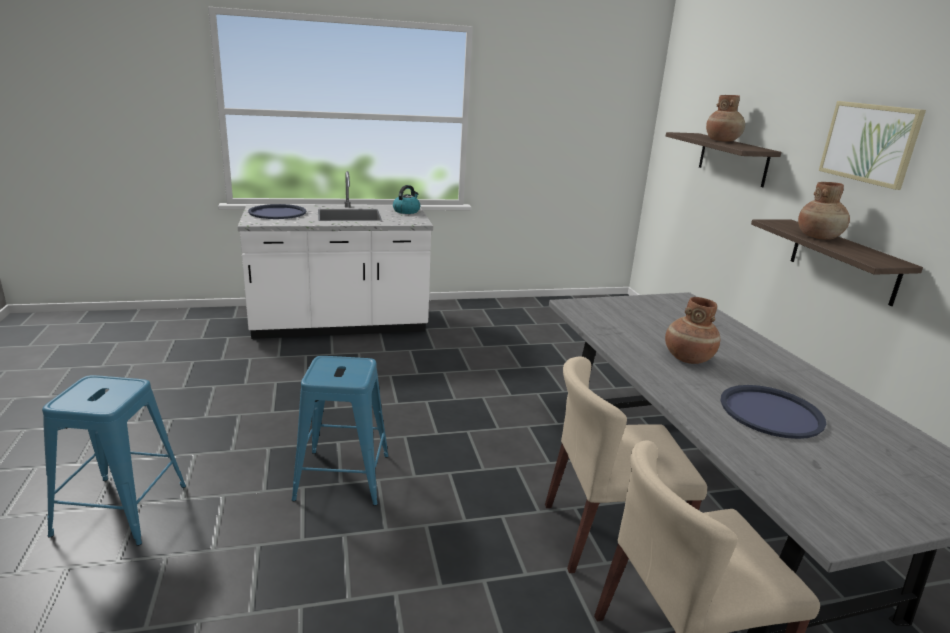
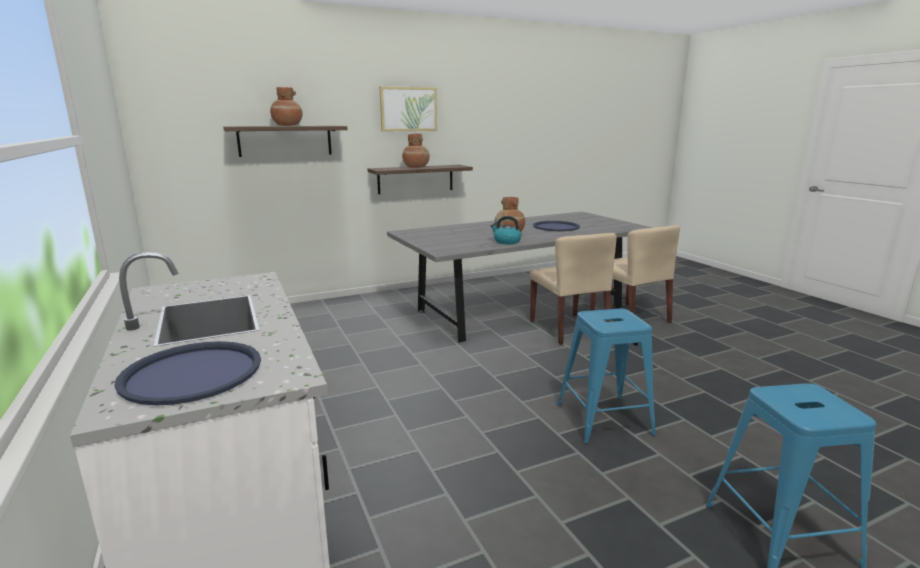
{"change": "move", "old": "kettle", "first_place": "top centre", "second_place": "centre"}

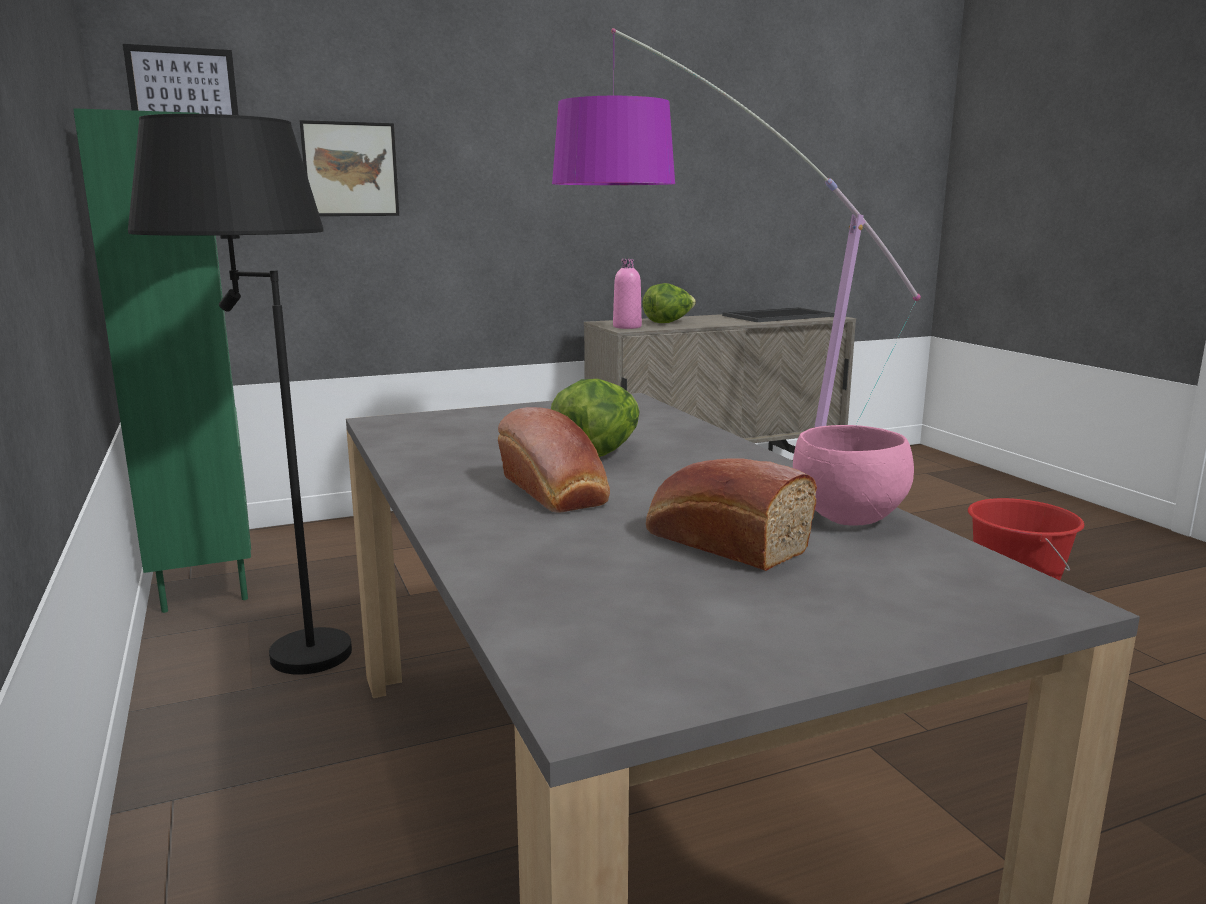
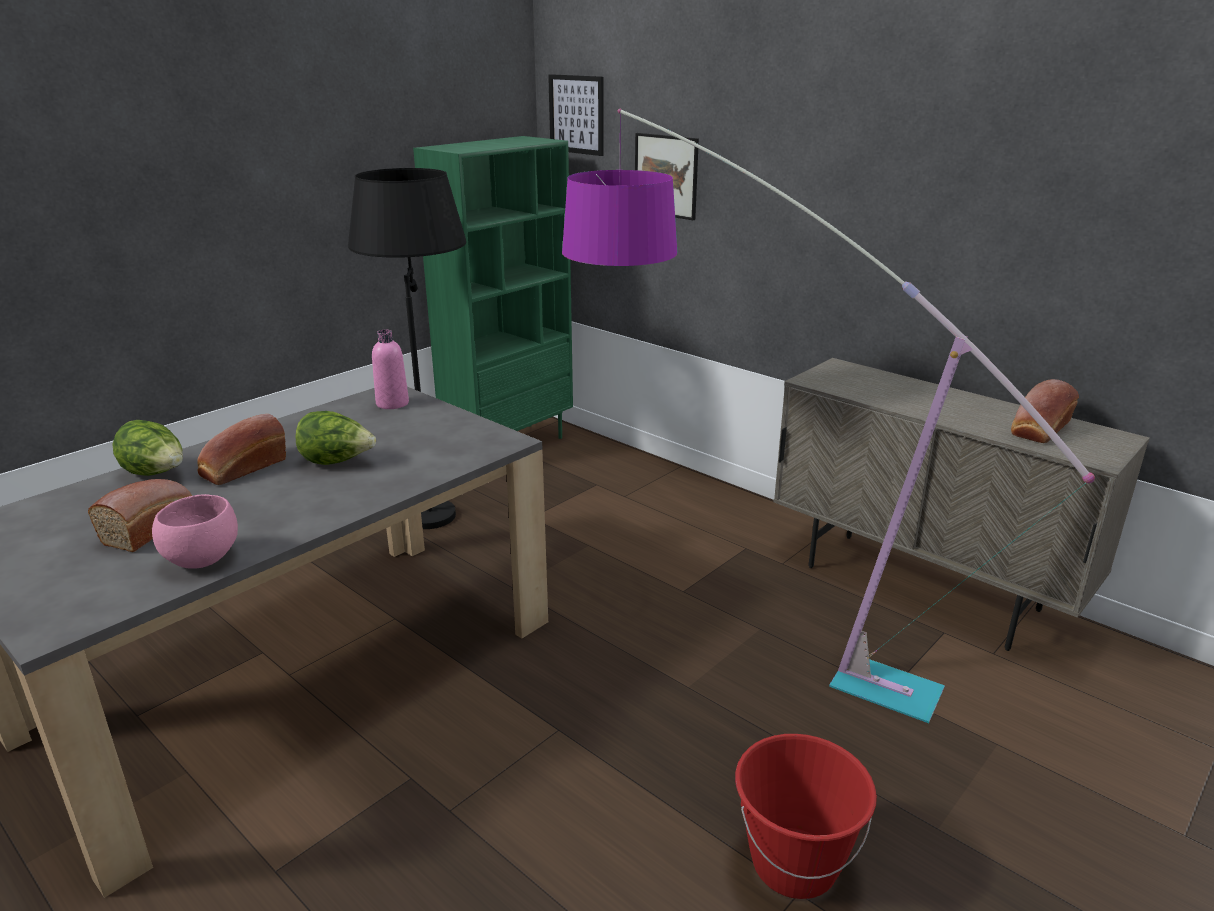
{"change": "move", "old": "bottle/pink", "first_place": "top centre", "second_place": "middle left"}
{"change": "move", "old": "lettuce (2nd from left in the first image)", "new": "lettuce (1st from left)", "first_place": "centre", "second_place": "middle left"}
{"change": "replace", "old": "tray", "new": "bread (3rd from left)", "first_place": "centre", "second_place": "middle right"}

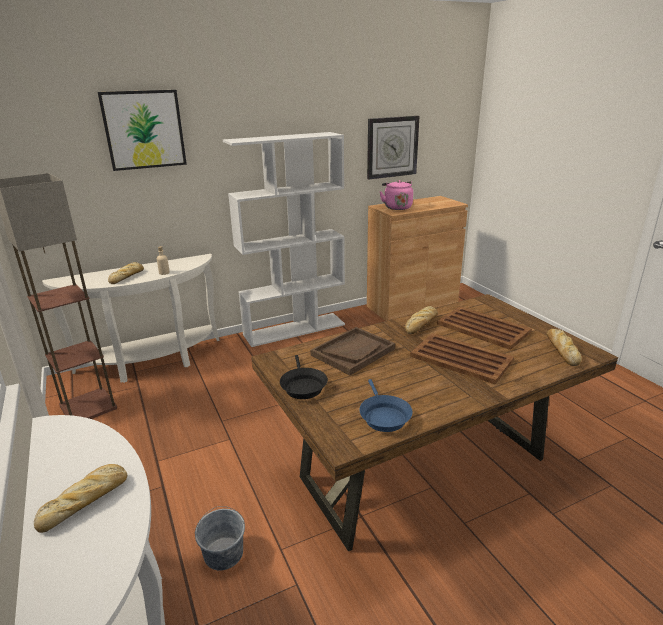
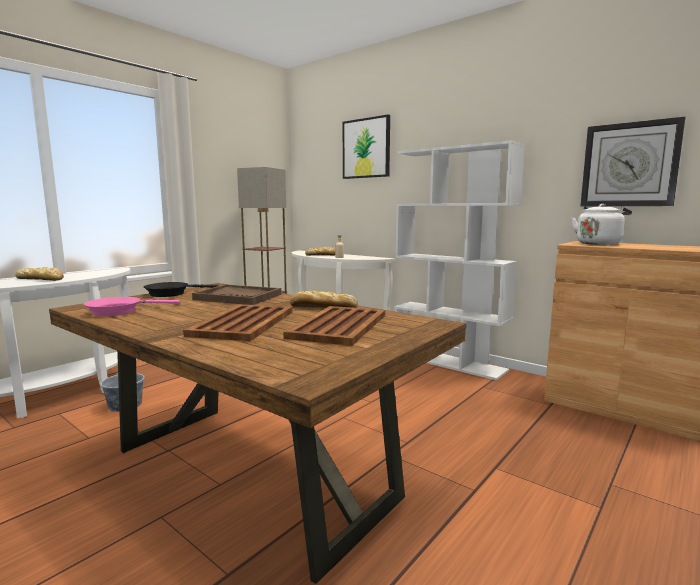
{"change": "recolor", "old": "frying pan/blue", "new": "frying pan/pink", "first_place": "centre", "second_place": "middle left"}
{"change": "recolor", "old": "kettle/pink", "new": "kettle/white", "first_place": "top centre", "second_place": "middle right"}
{"change": "delete", "old": "bread (4th from left)", "first_place": "middle right"}

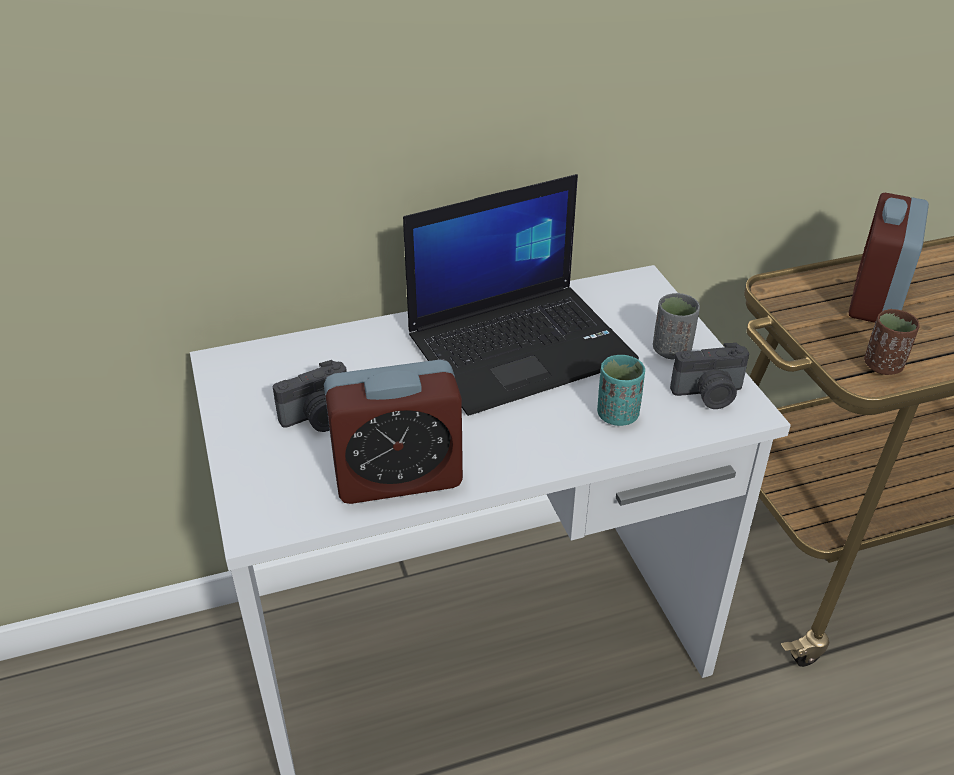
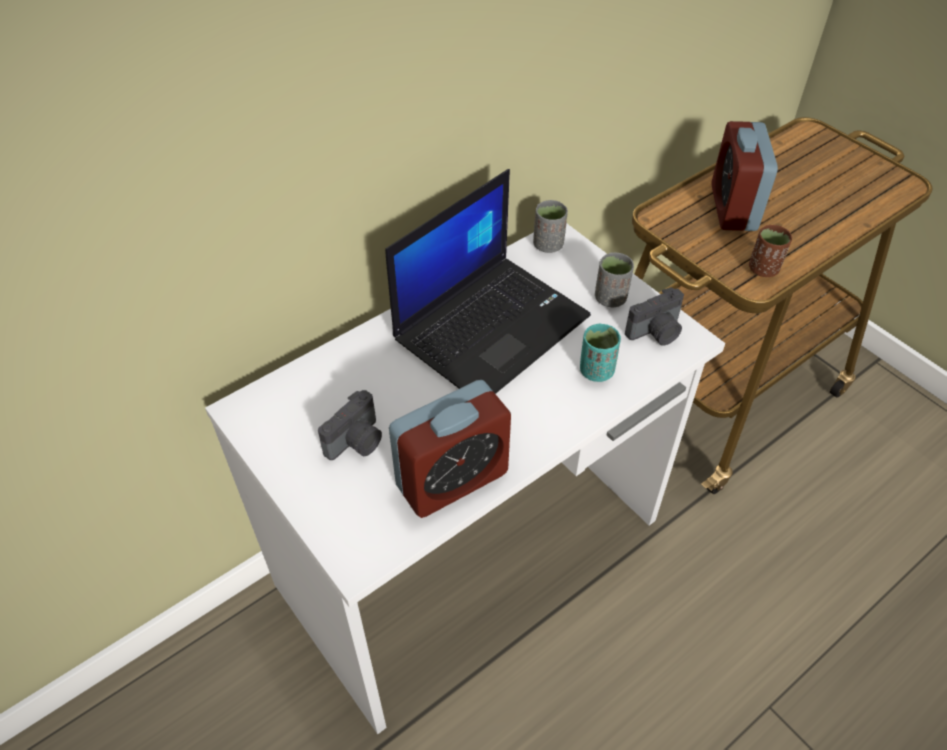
{"change": "insert", "new": "cup/grey (1st from left)", "second_place": "top centre"}

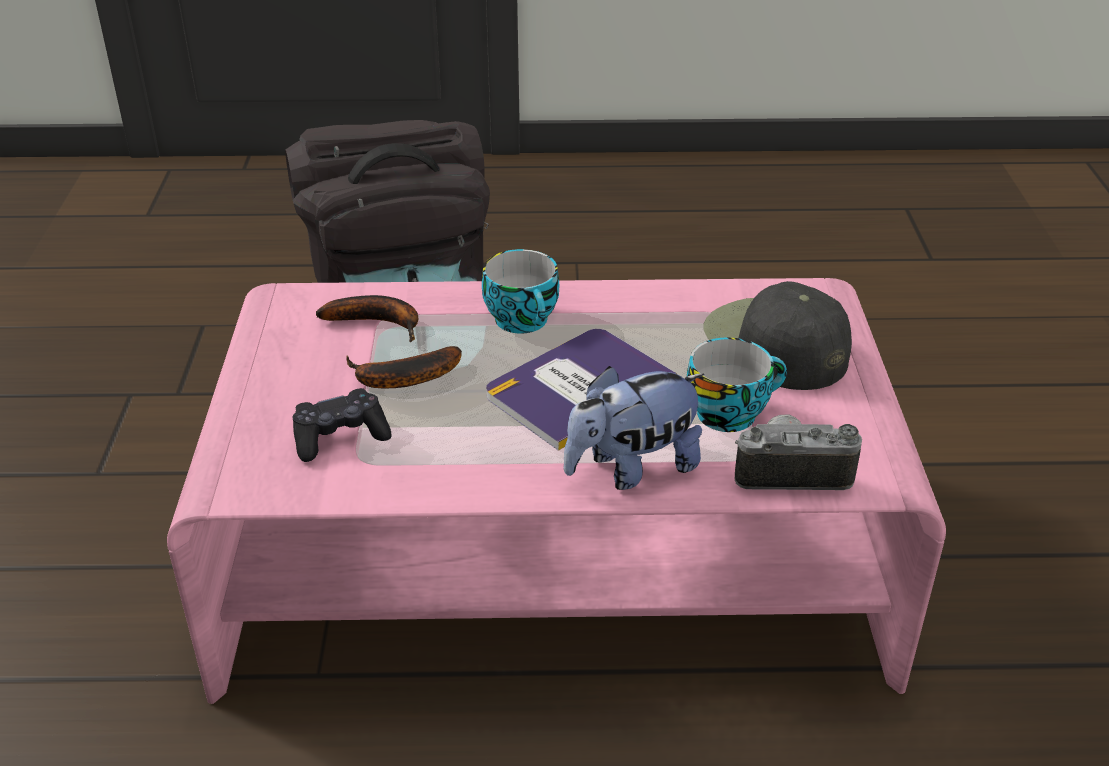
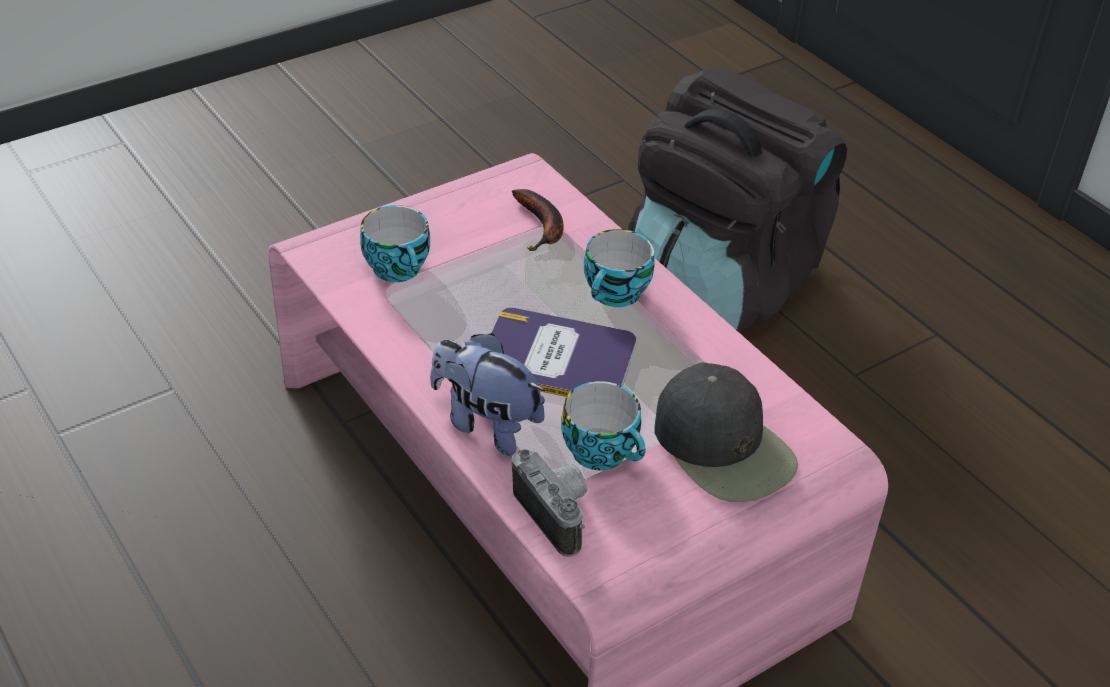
{"change": "replace", "old": "game controller/black", "new": "cup (1st from left)", "first_place": "middle left", "second_place": "centre"}
{"change": "delete", "old": "banana (2nd from left)", "first_place": "centre"}
{"change": "rotate", "old": "cap/black", "first_place": "middle right", "second_place": "centre", "degrees": 120}

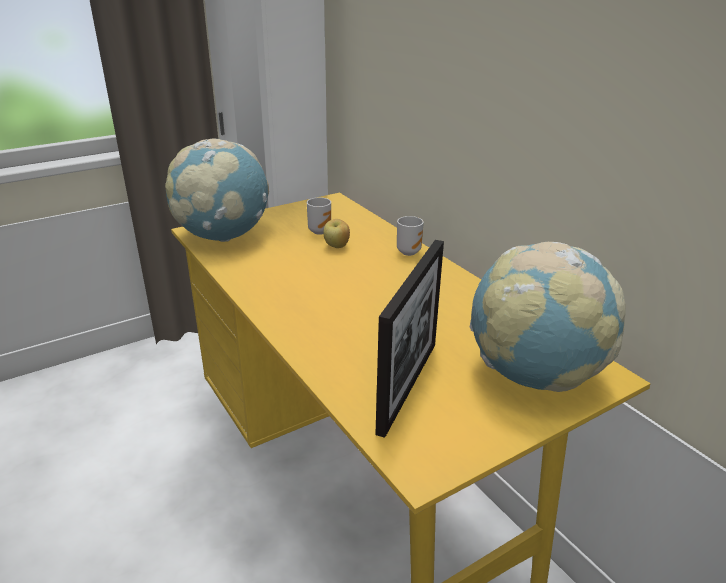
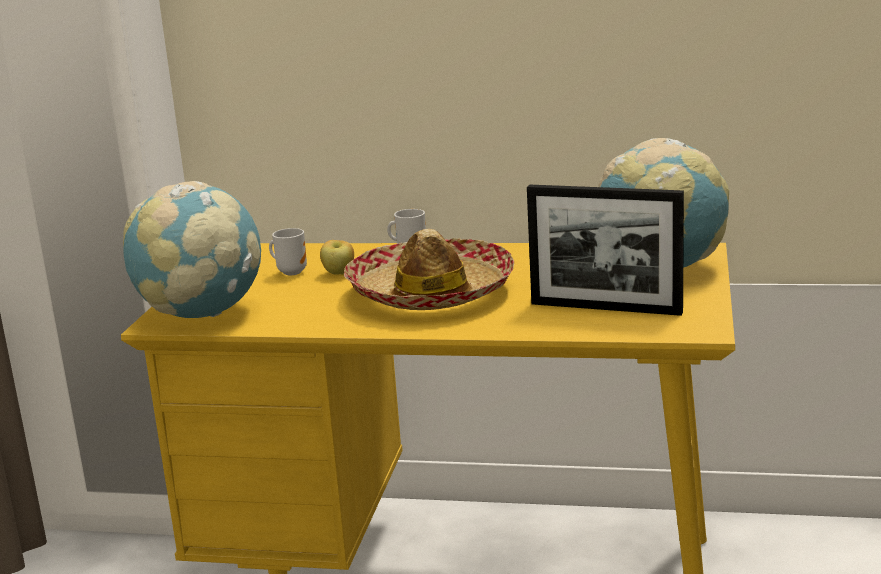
{"change": "rotate", "old": "picture frame", "first_place": "centre", "second_place": "middle right", "degrees": 135}
{"change": "insert", "new": "hat", "second_place": "centre"}

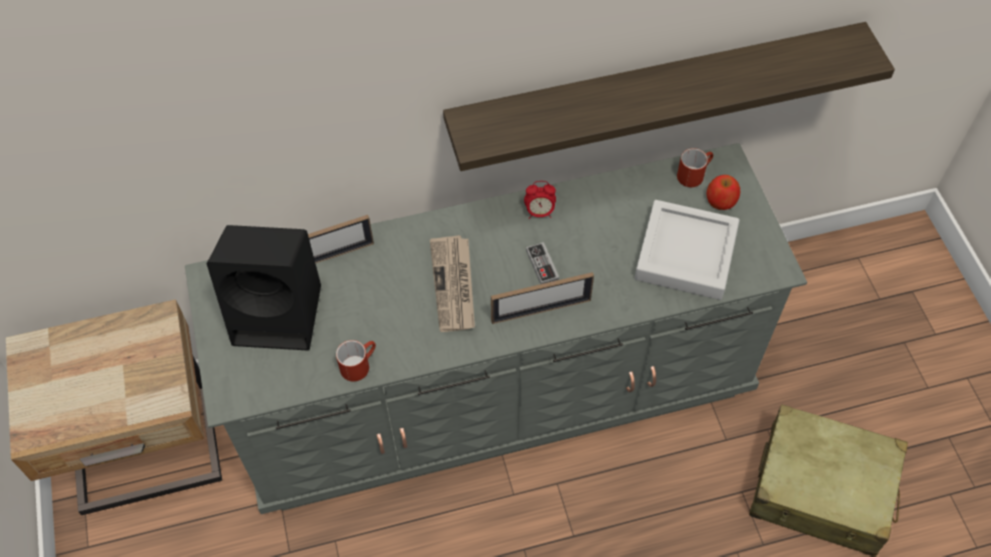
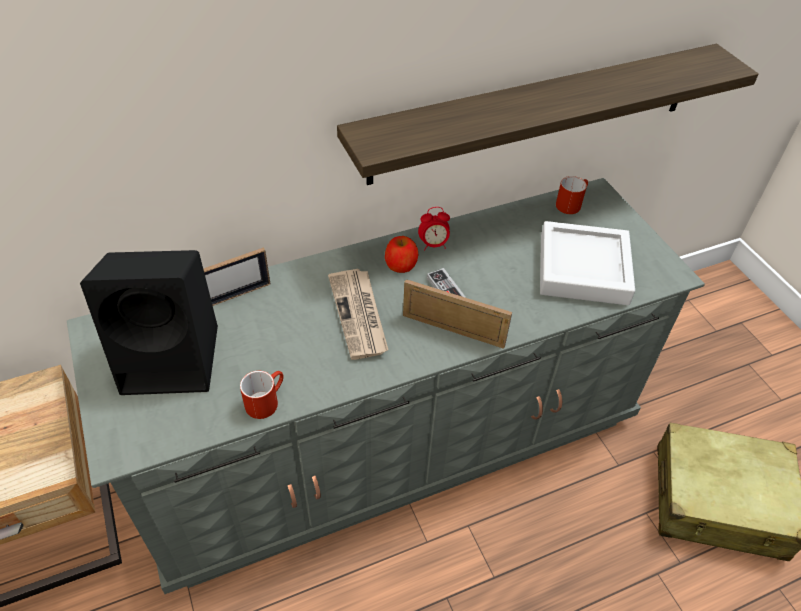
{"change": "rotate", "old": "picture frame (2nd from left)", "first_place": "centre", "second_place": "centre", "degrees": -135}
{"change": "move", "old": "apple", "first_place": "middle right", "second_place": "centre"}

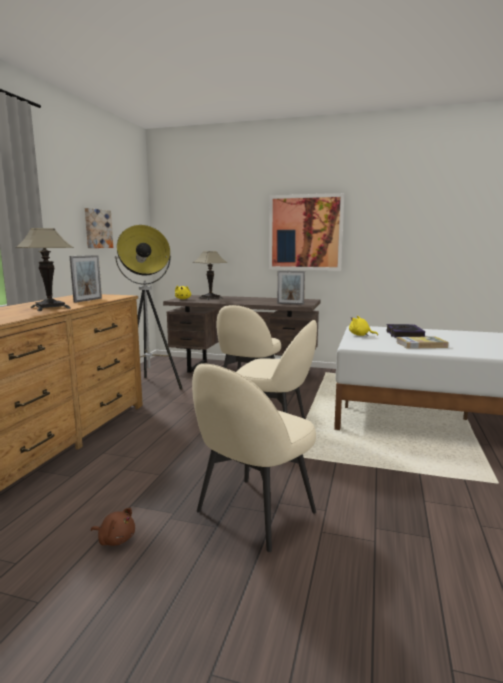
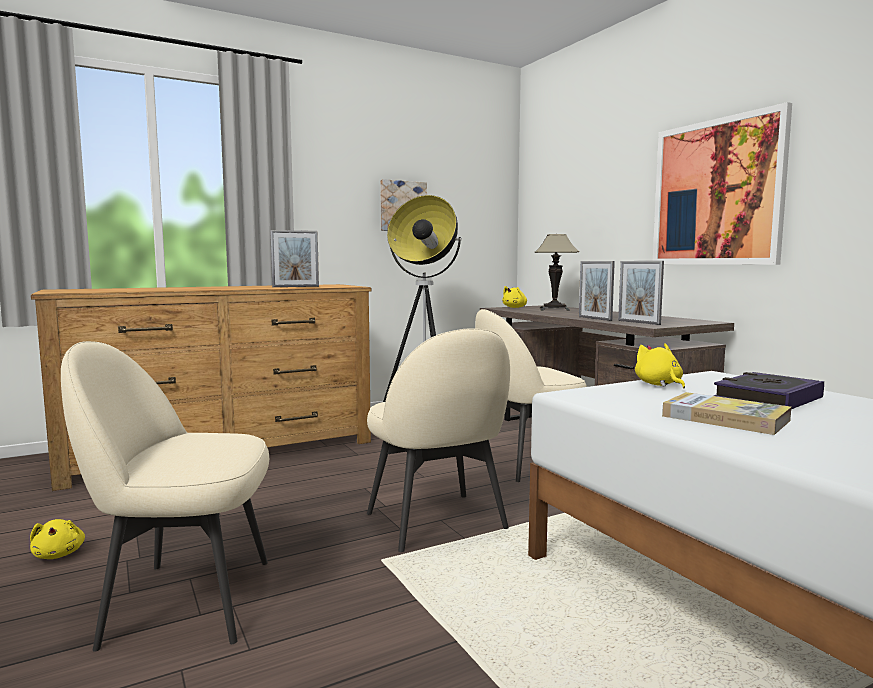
{"change": "delete", "old": "table lamp (1st from left)", "first_place": "middle left"}
{"change": "recolor", "old": "plush toy/brown", "new": "plush toy/yellow (1st from left)", "first_place": "bottom left", "second_place": "bottom left"}
{"change": "insert", "new": "picture frame (2nd from left)", "second_place": "middle right"}

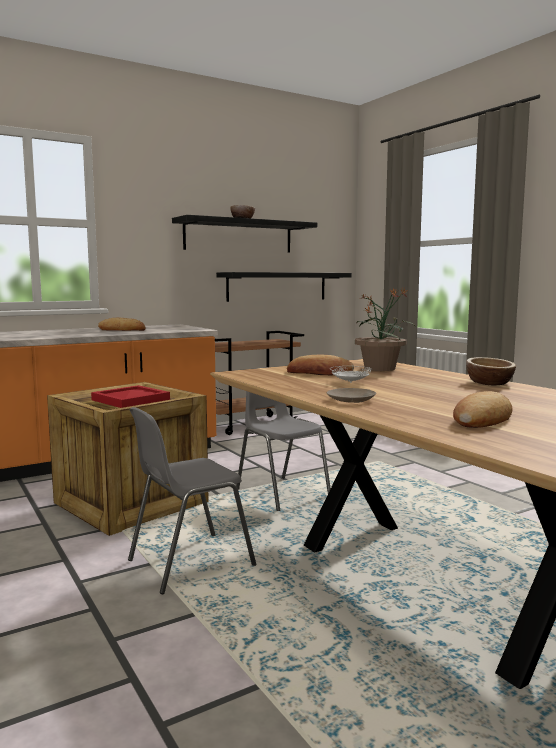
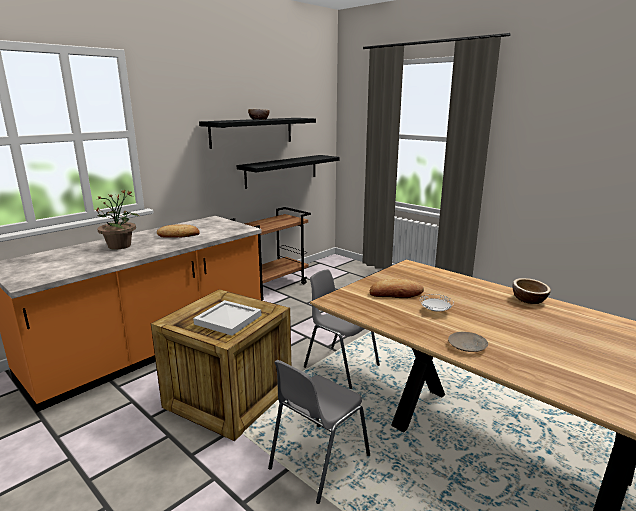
{"change": "recolor", "old": "tray/red", "new": "tray/white", "first_place": "middle left", "second_place": "centre"}
{"change": "move", "old": "potted plant", "first_place": "middle right", "second_place": "middle left"}
{"change": "delete", "old": "bread (3rd from left)", "first_place": "middle right"}

